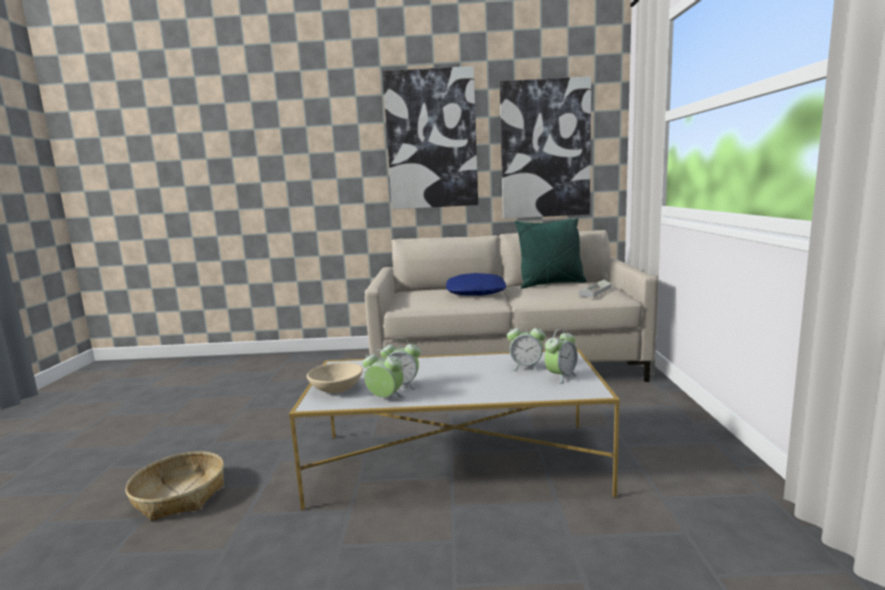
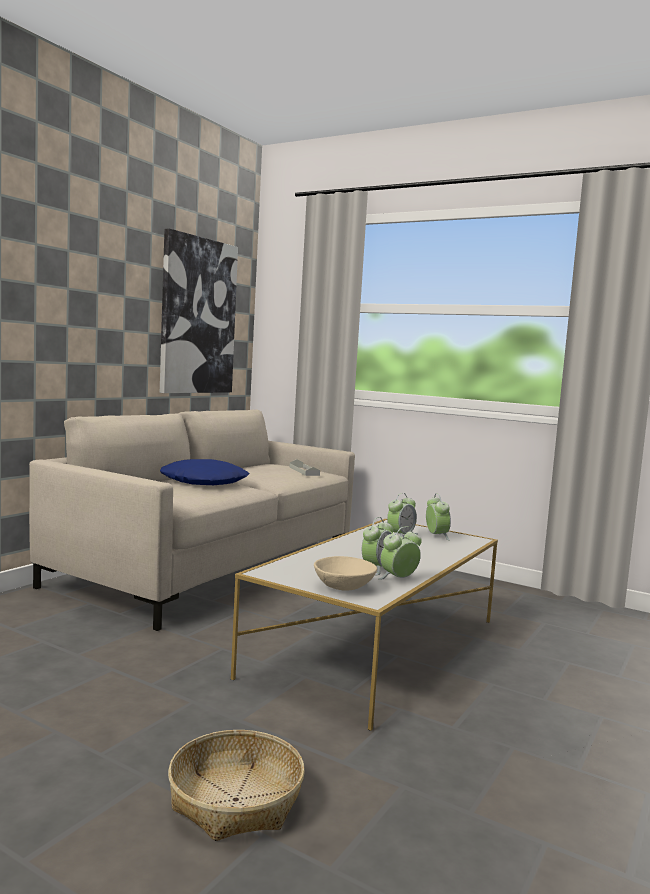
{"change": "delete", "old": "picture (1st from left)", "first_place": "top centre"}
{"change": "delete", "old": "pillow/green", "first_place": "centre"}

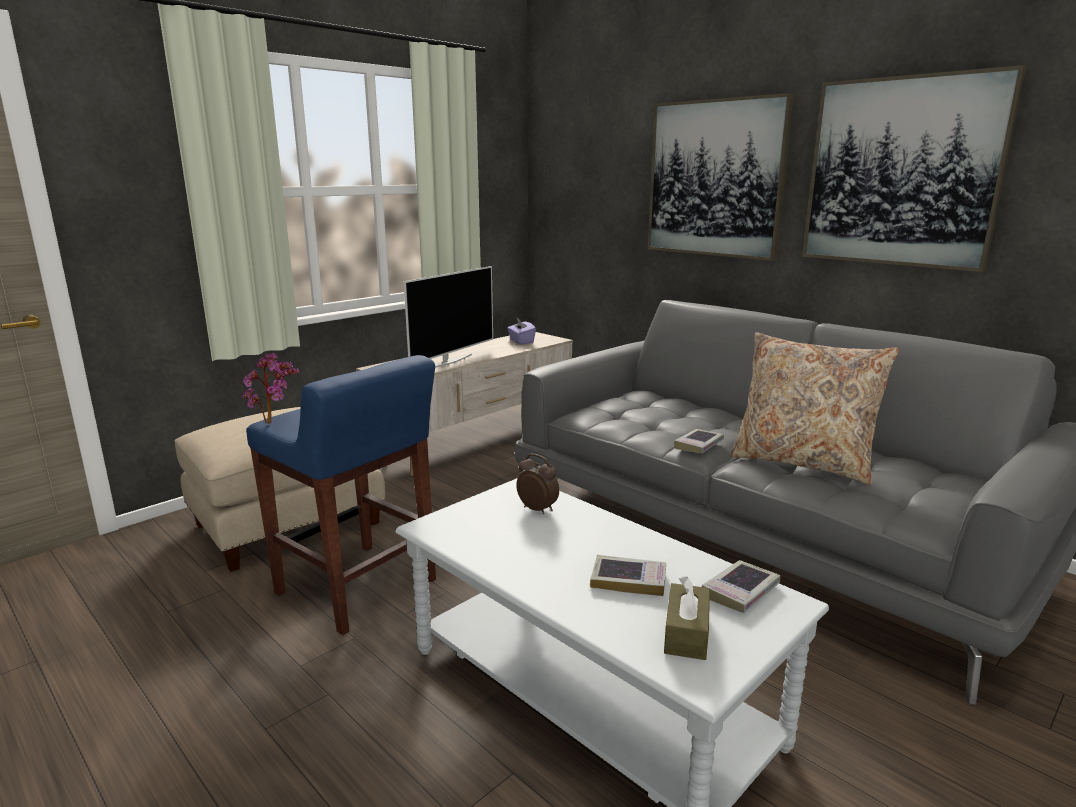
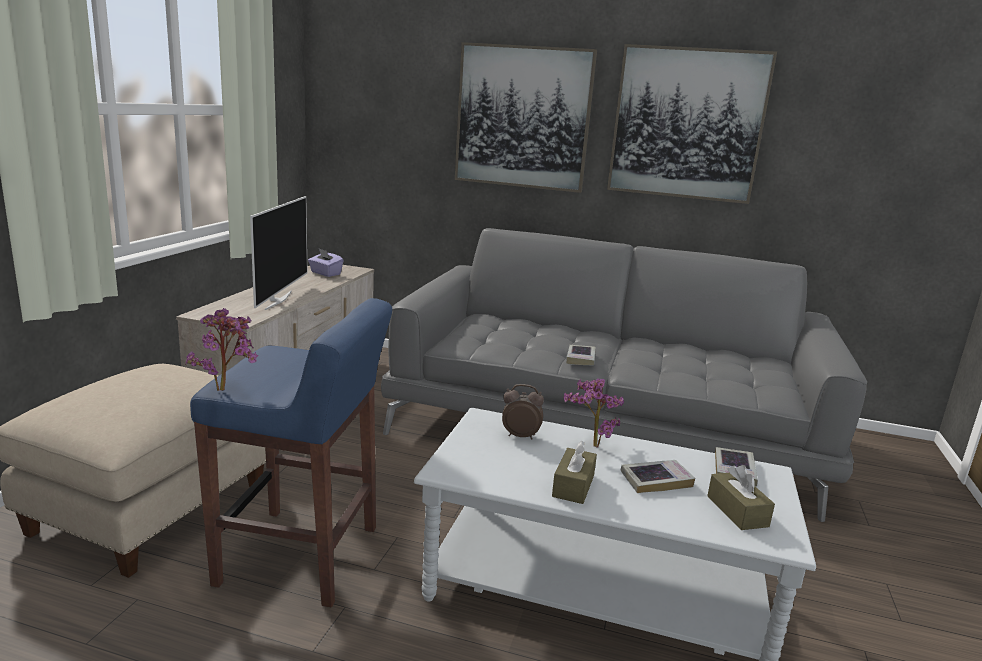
{"change": "delete", "old": "pillow/beige", "first_place": "middle right"}
{"change": "insert", "new": "tissue box/brown (1st from left)", "second_place": "bottom centre"}
{"change": "insert", "new": "potted plant (2nd from left)", "second_place": "centre"}

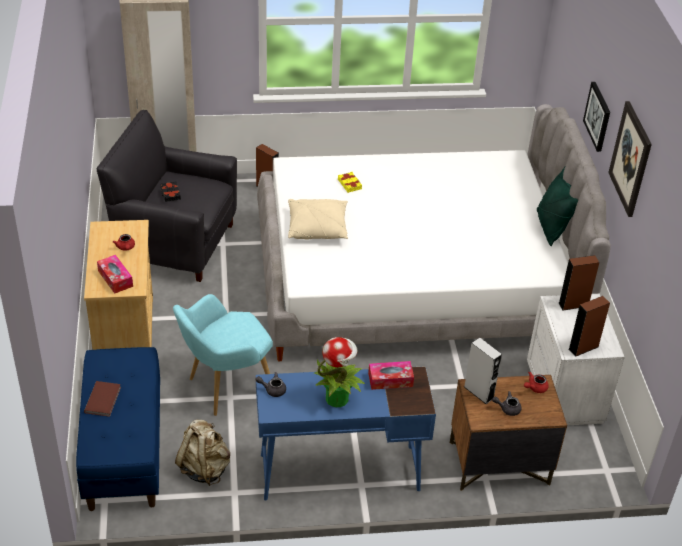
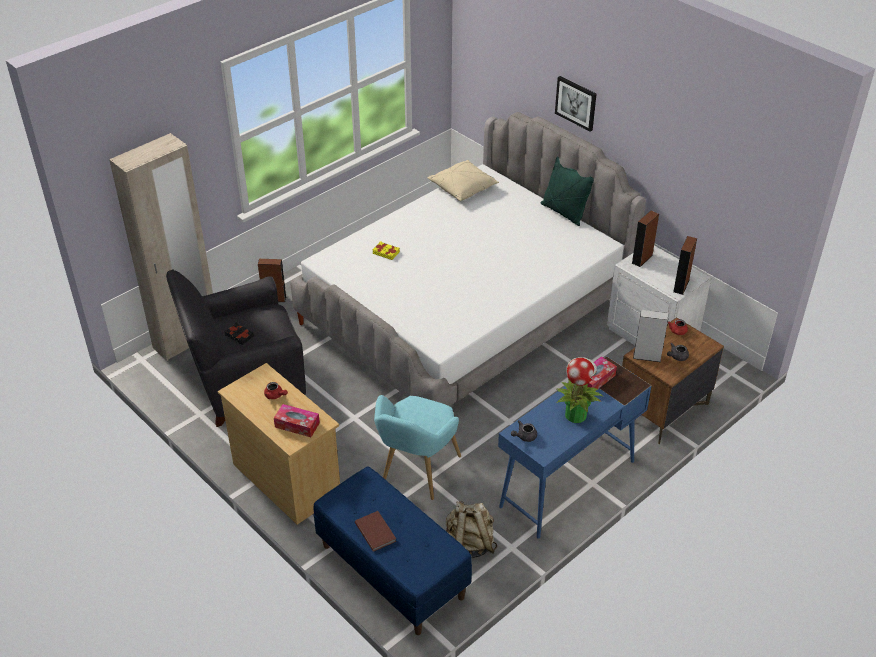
{"change": "move", "old": "pillow/beige", "first_place": "centre", "second_place": "top centre"}
{"change": "delete", "old": "picture (2nd from left)", "first_place": "top right"}

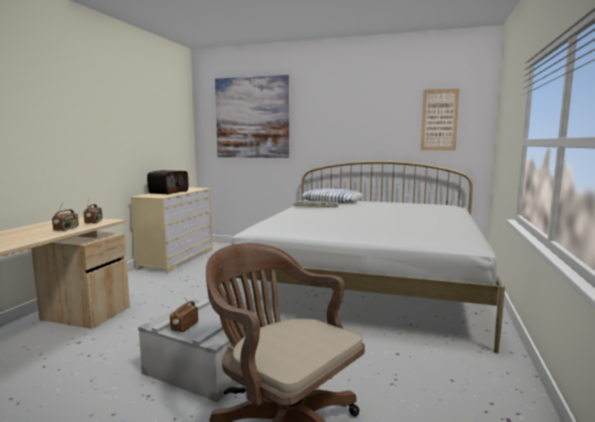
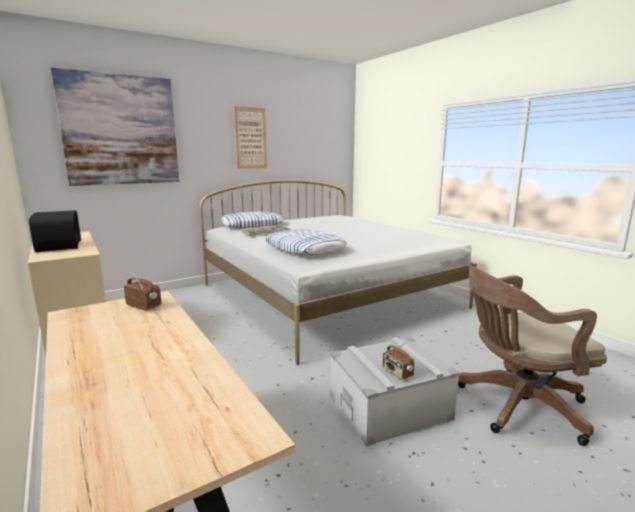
{"change": "delete", "old": "radio (1st from left)", "first_place": "middle left"}
{"change": "move", "old": "picture (2nd from left)", "first_place": "top right", "second_place": "top centre"}
{"change": "insert", "new": "pillow (2nd from left)", "second_place": "centre"}

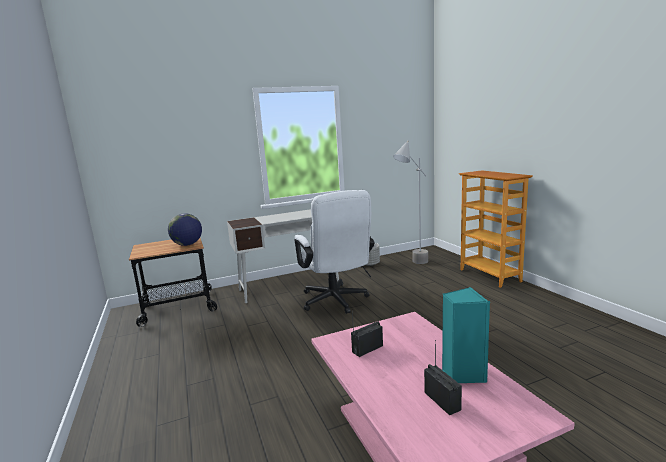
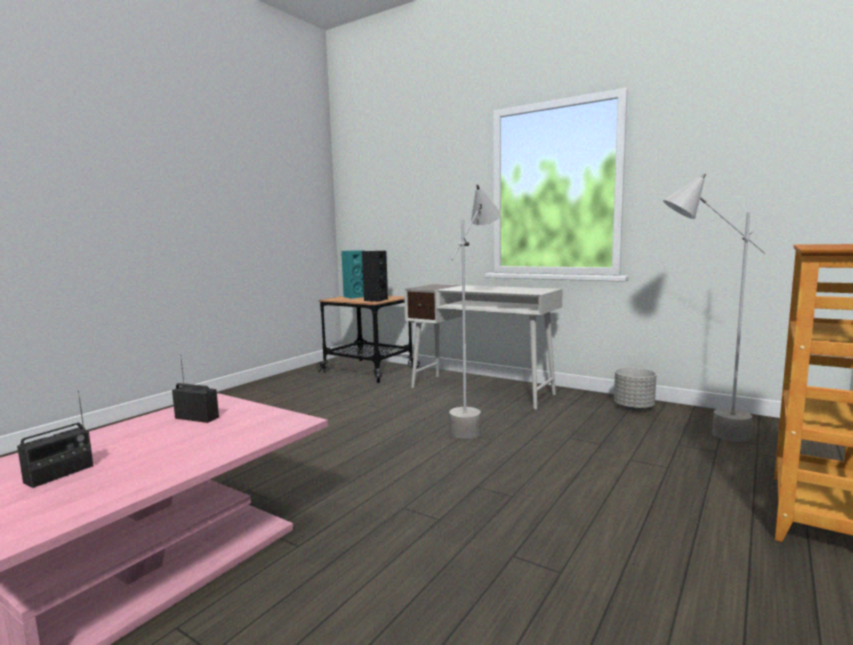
{"change": "replace", "old": "globe", "new": "speaker/black", "first_place": "middle left", "second_place": "centre"}
{"change": "replace", "old": "office chair/white", "new": "floor lamp/grey (1st from left)", "first_place": "centre", "second_place": "centre"}
{"change": "move", "old": "speaker/turquoise", "first_place": "bottom right", "second_place": "centre"}

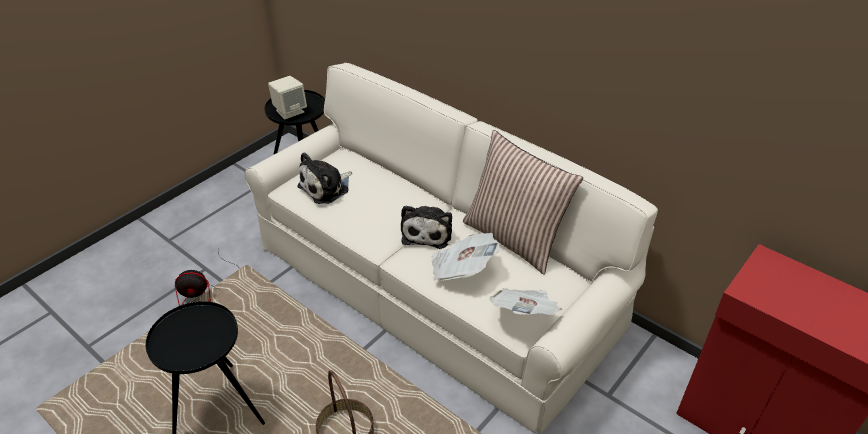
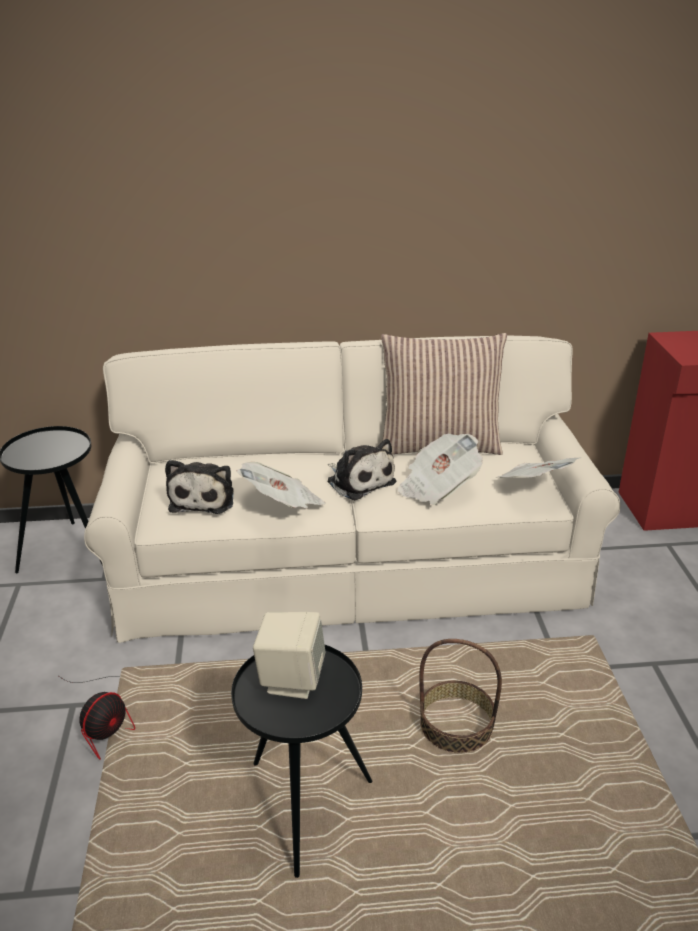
{"change": "move", "old": "speaker/beige", "first_place": "top left", "second_place": "bottom centre"}
{"change": "insert", "new": "newspaper (1st from left)", "second_place": "centre"}

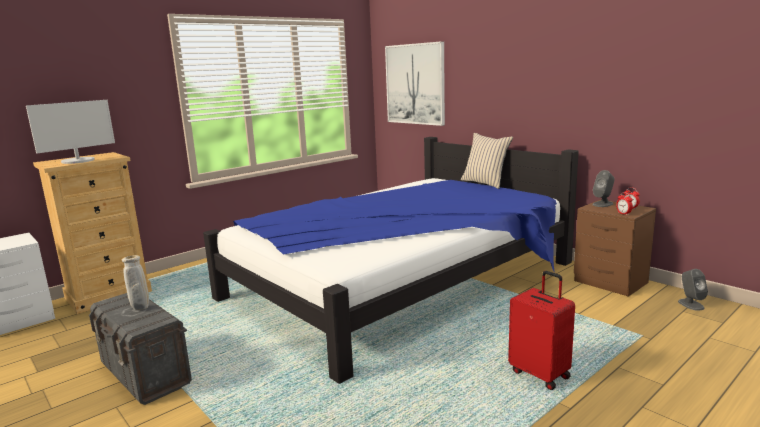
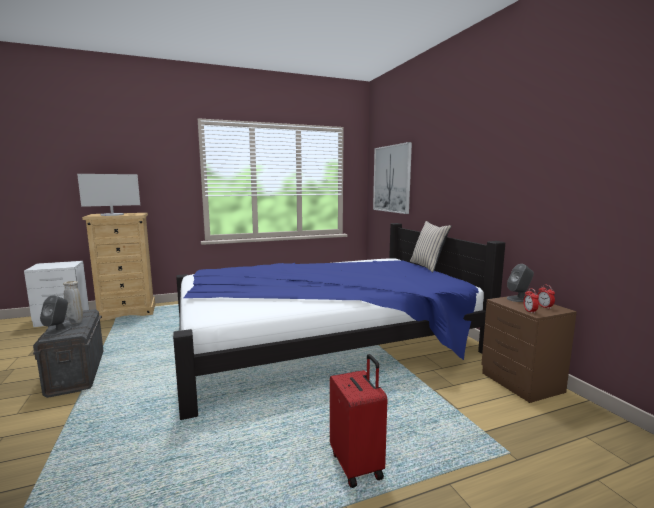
{"change": "move", "old": "speaker/grey (2nd from left in the first image)", "new": "speaker/grey (1st from left)", "first_place": "bottom right", "second_place": "middle left"}

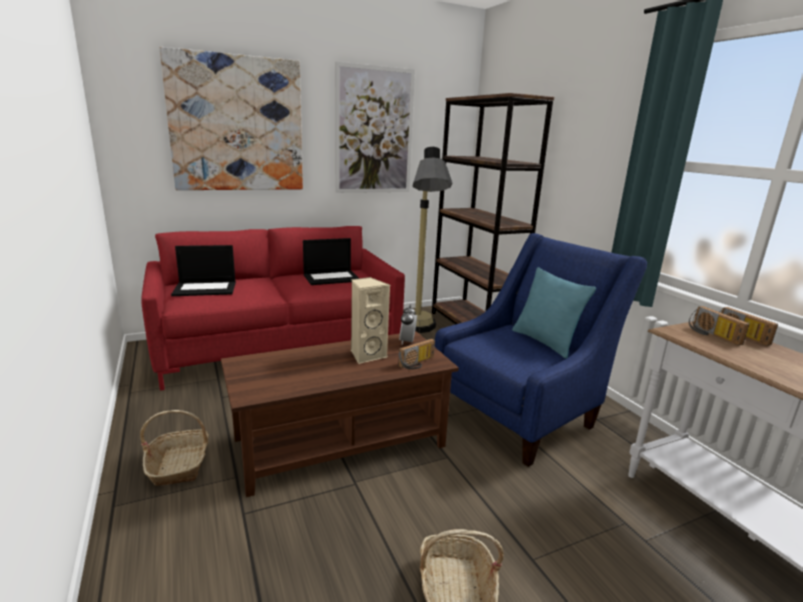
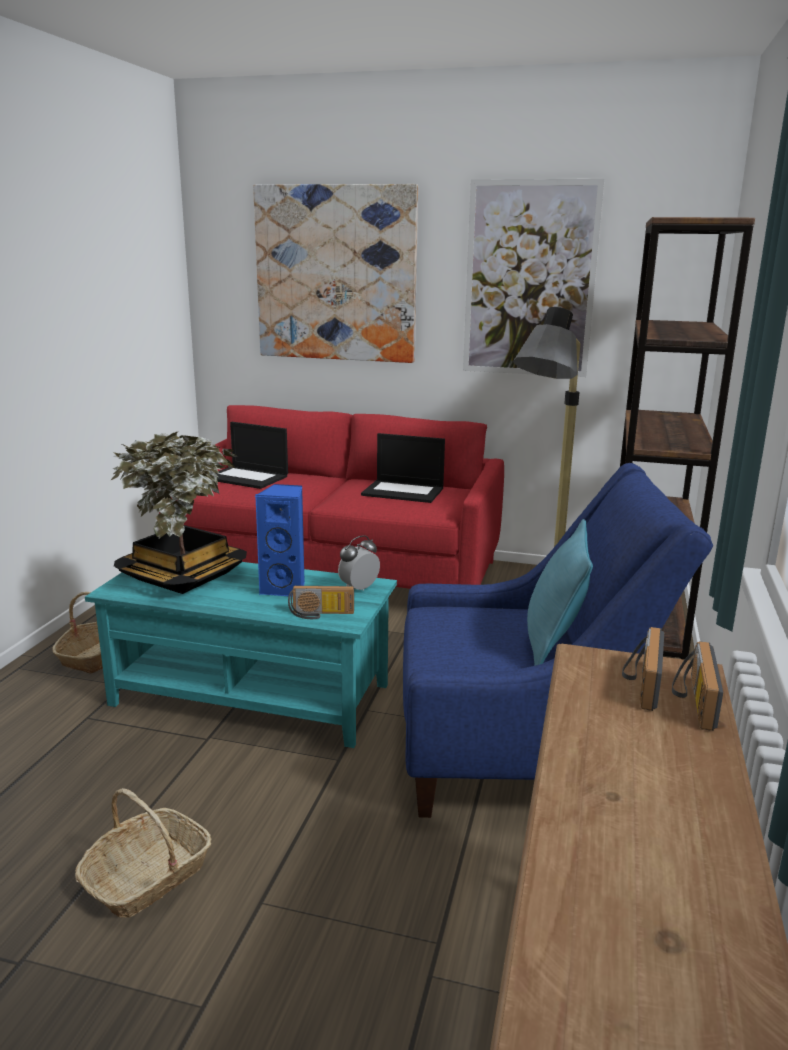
{"change": "recolor", "old": "coffee table/brown", "new": "coffee table/turquoise", "first_place": "bottom centre", "second_place": "middle left"}
{"change": "recolor", "old": "speaker/beige", "new": "speaker/blue", "first_place": "centre", "second_place": "centre"}
{"change": "insert", "new": "potted plant", "second_place": "middle left"}

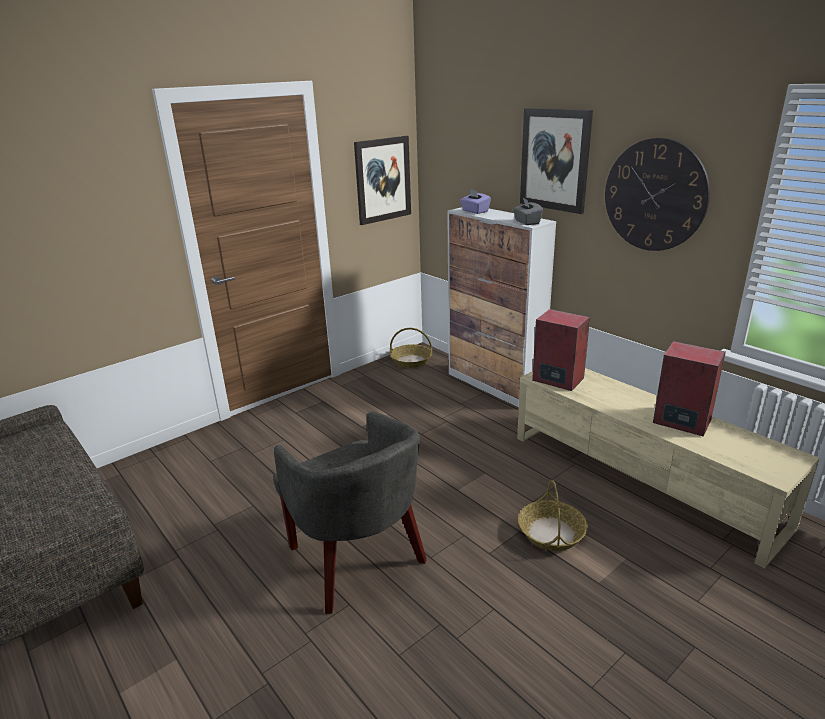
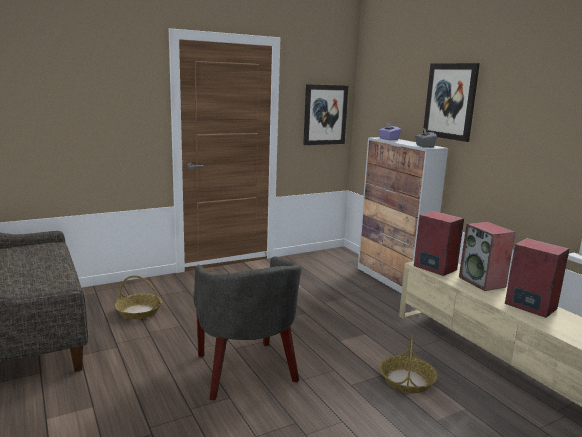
{"change": "move", "old": "basket (1st from left)", "first_place": "centre", "second_place": "bottom left"}
{"change": "delete", "old": "wall clock", "first_place": "top right"}
{"change": "insert", "new": "speaker (2nd from left)", "second_place": "middle right"}

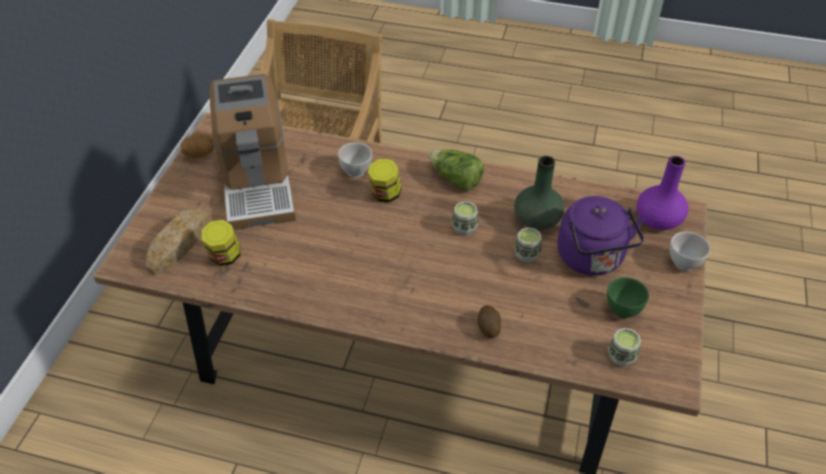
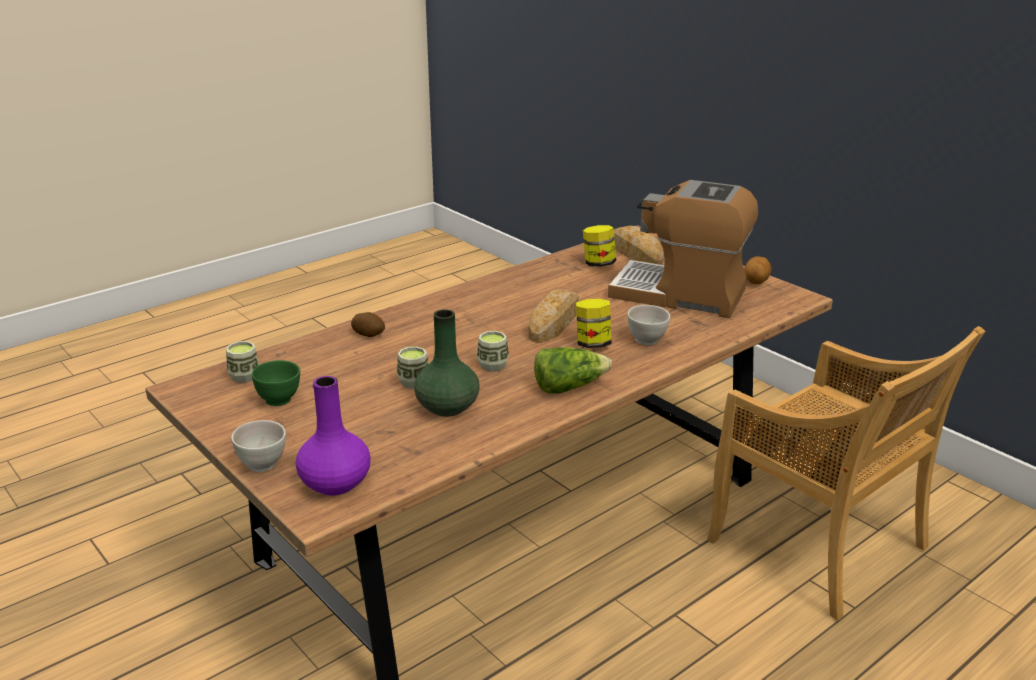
{"change": "delete", "old": "kettle/purple", "first_place": "middle right"}
{"change": "insert", "new": "bread (1st from left)", "second_place": "centre"}

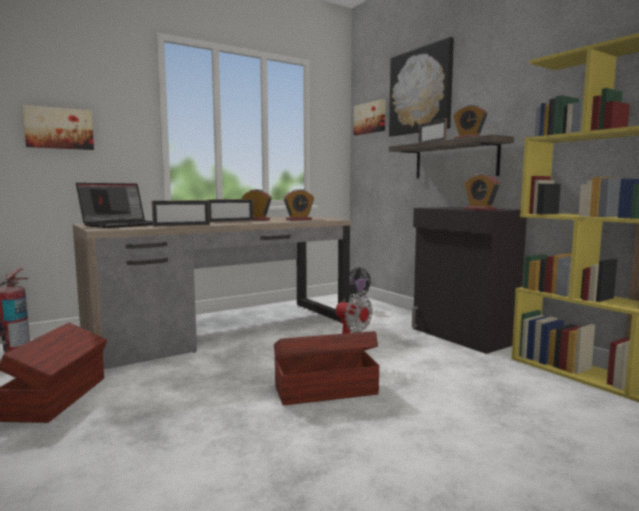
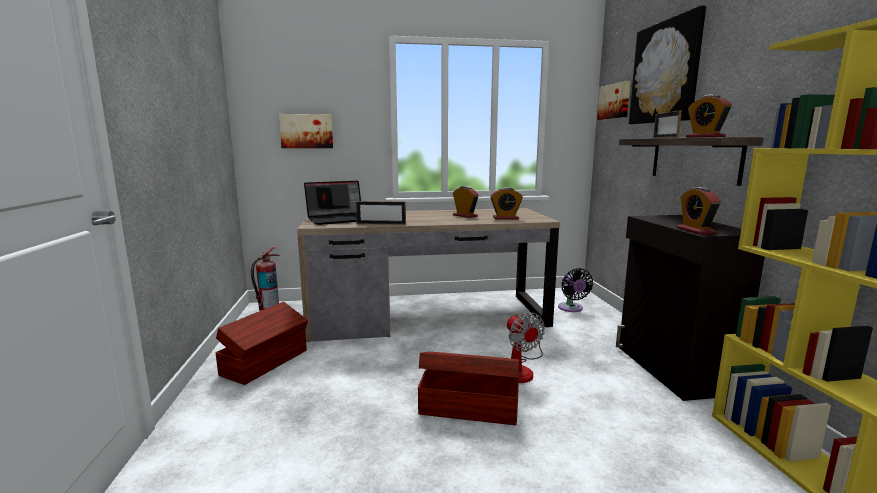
{"change": "delete", "old": "picture frame (2nd from left)", "first_place": "centre"}

